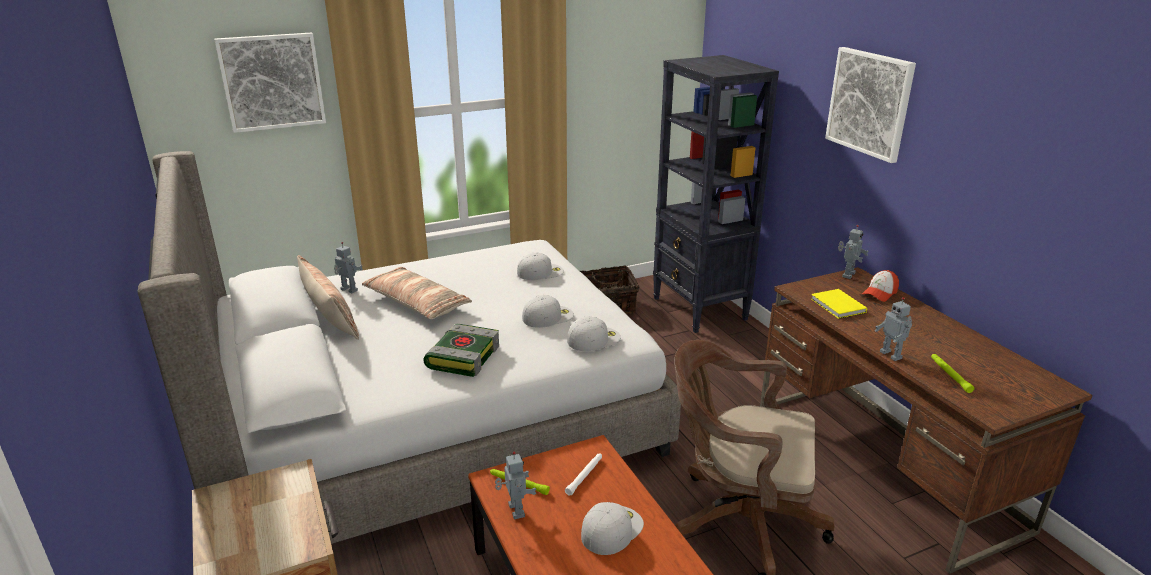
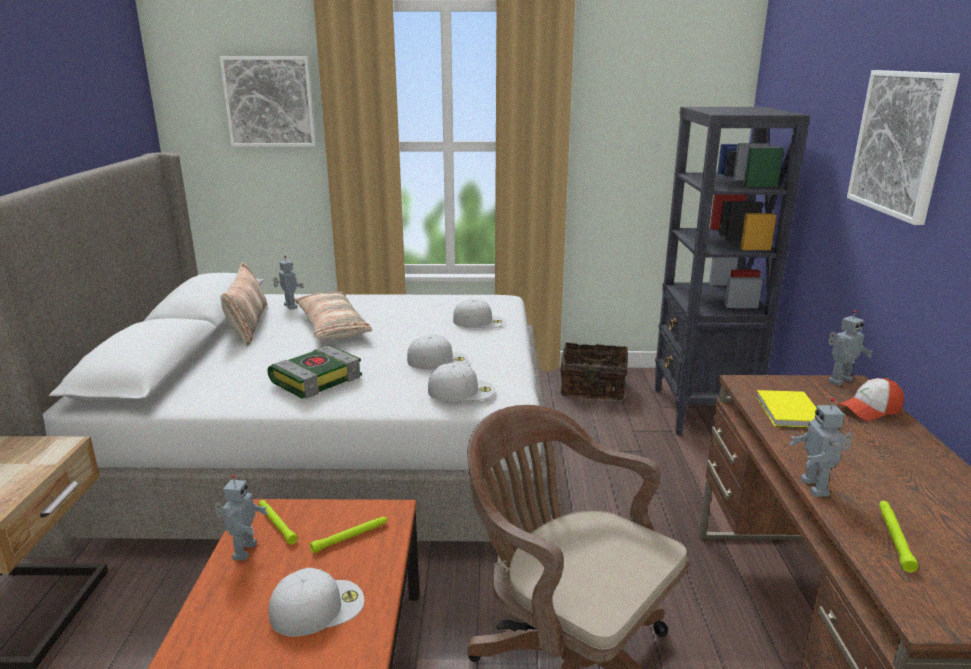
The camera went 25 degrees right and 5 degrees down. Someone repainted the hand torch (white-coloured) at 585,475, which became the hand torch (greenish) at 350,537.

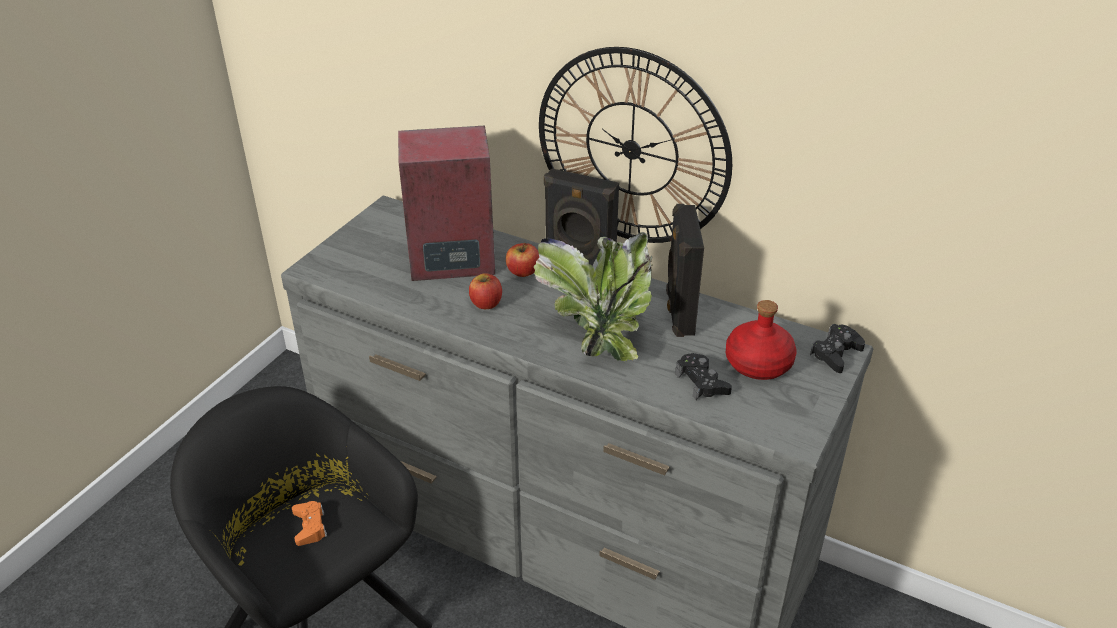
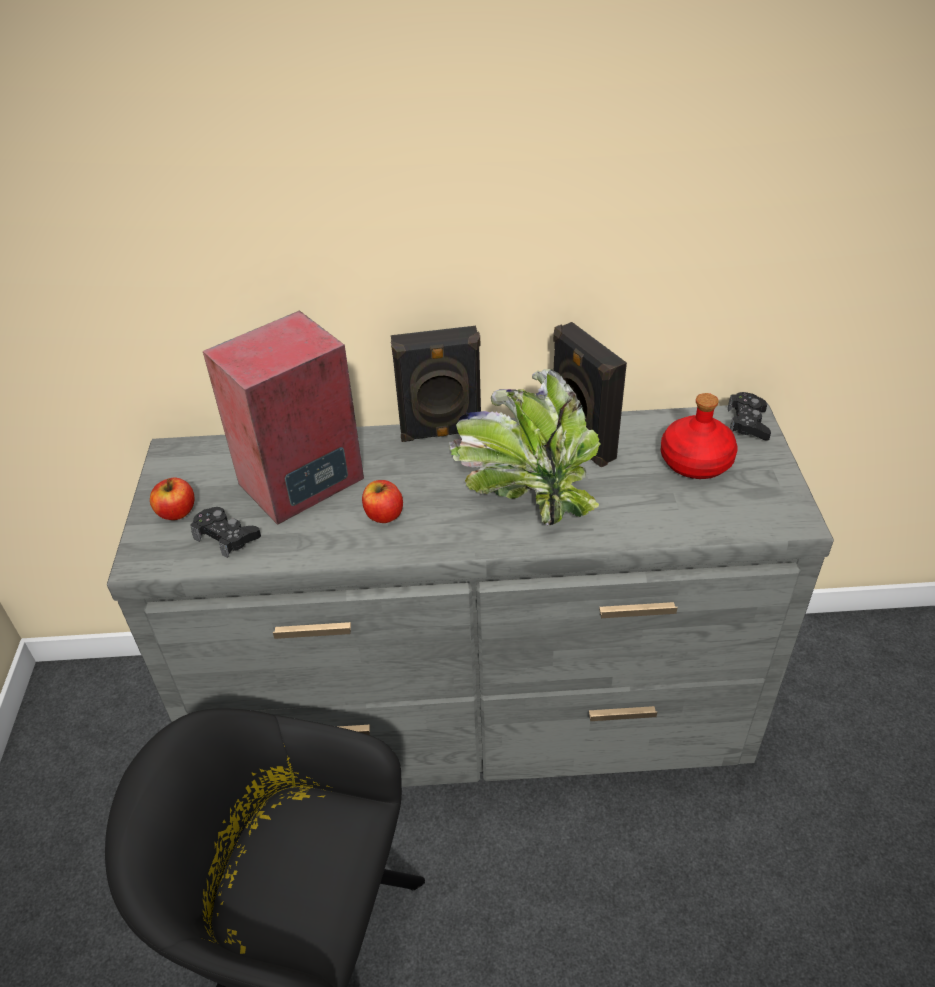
The camera went 30 degrees left and 5 degrees up. Someone took away the wall clock at 632,149. Someone carried the apple from 523,272 to 177,512. Someone carried the joypad (black) from 702,382 to 226,536. Someone took away the joypad (orangey) at 310,527.

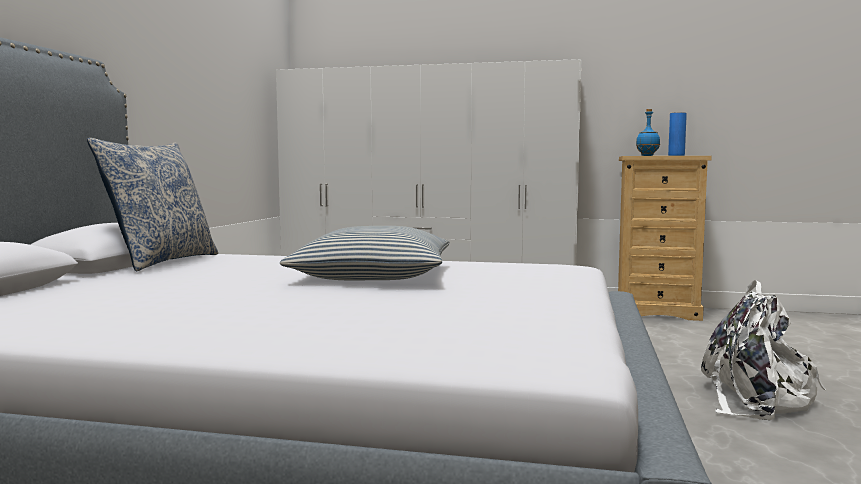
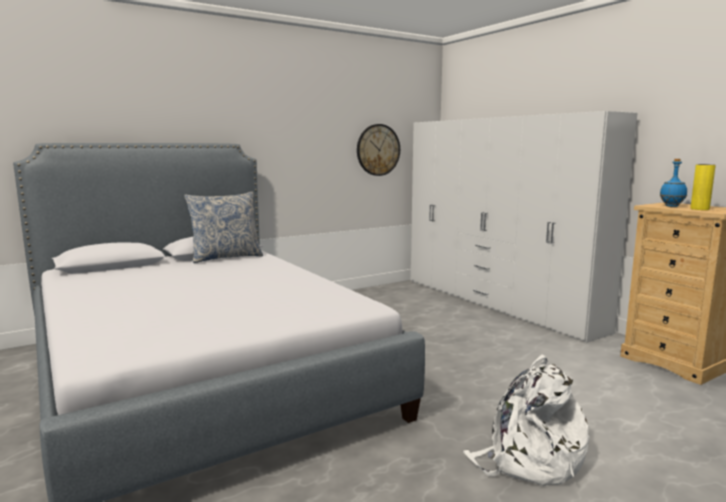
The camera went 45 degrees right and 5 degrees up. Someone repainted the vase (blue) at 676,155, which became the vase (yellowish) at 699,209. Someone took away the cushion at 373,275. Someone put up the wall clock at 378,150.

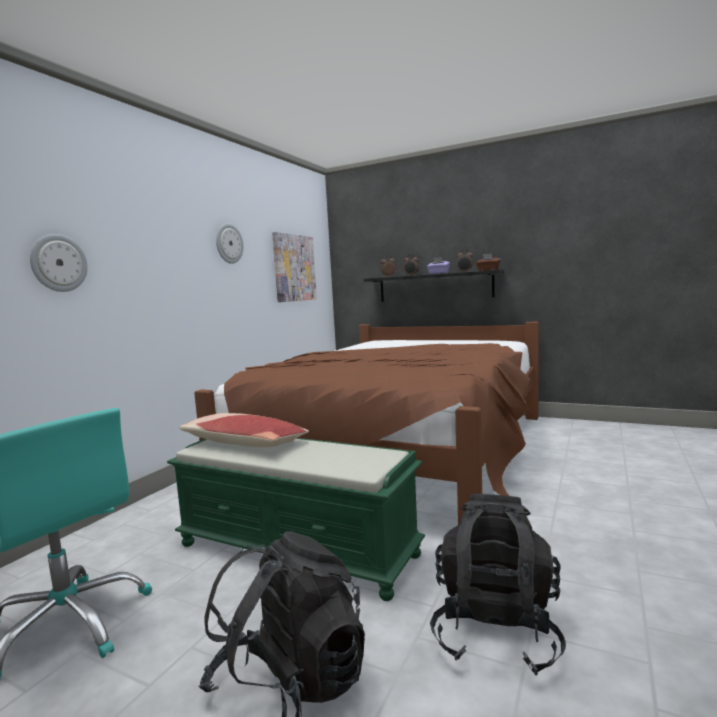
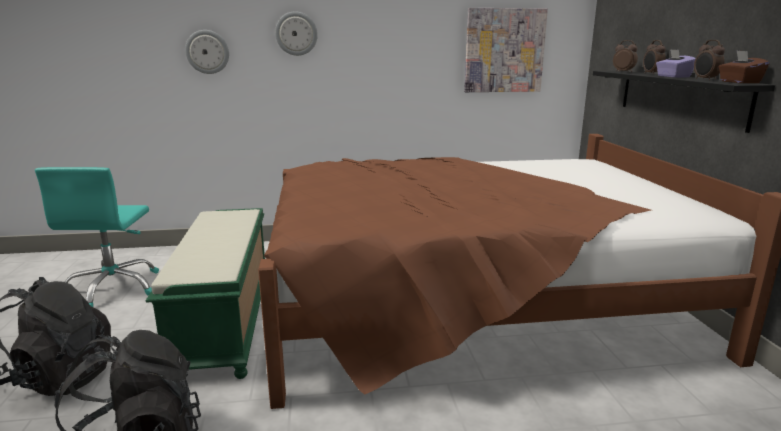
The camera went 55 degrees right and 10 degrees up. Someone carried the wall clock from 229,243 to 296,33. Someone took away the cushion at 243,444.

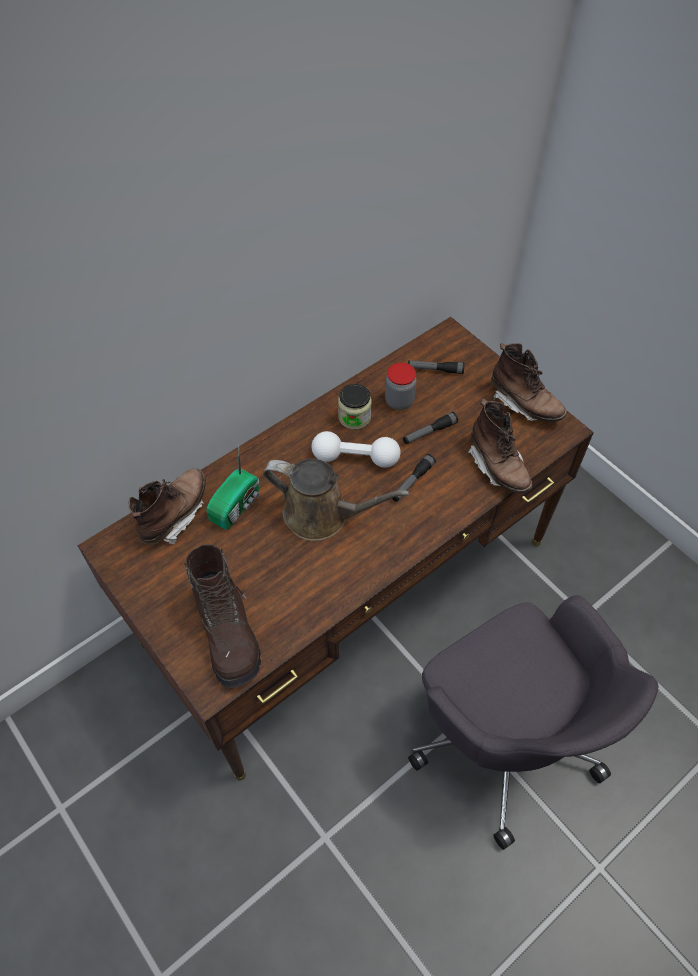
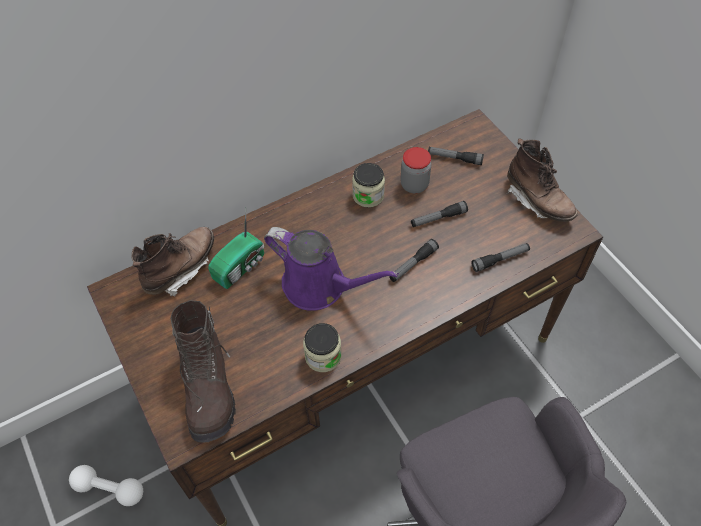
The camera went 10 degrees right and 0 degrees up. Someone swapped the high-top boot (brownish) at 498,466 for the hand torch at 500,259. Someone carried the dumbbell (white-coloured) from 355,458 to 109,489. Someone repainted the watering pot (brownish) at 322,515, which became the watering pot (purple) at 320,286. Someone put down the storage jar at 323,356.

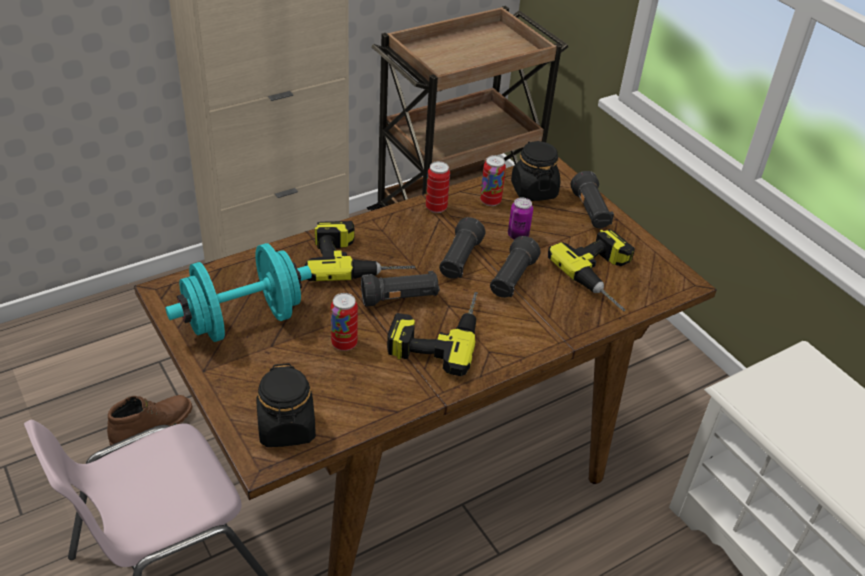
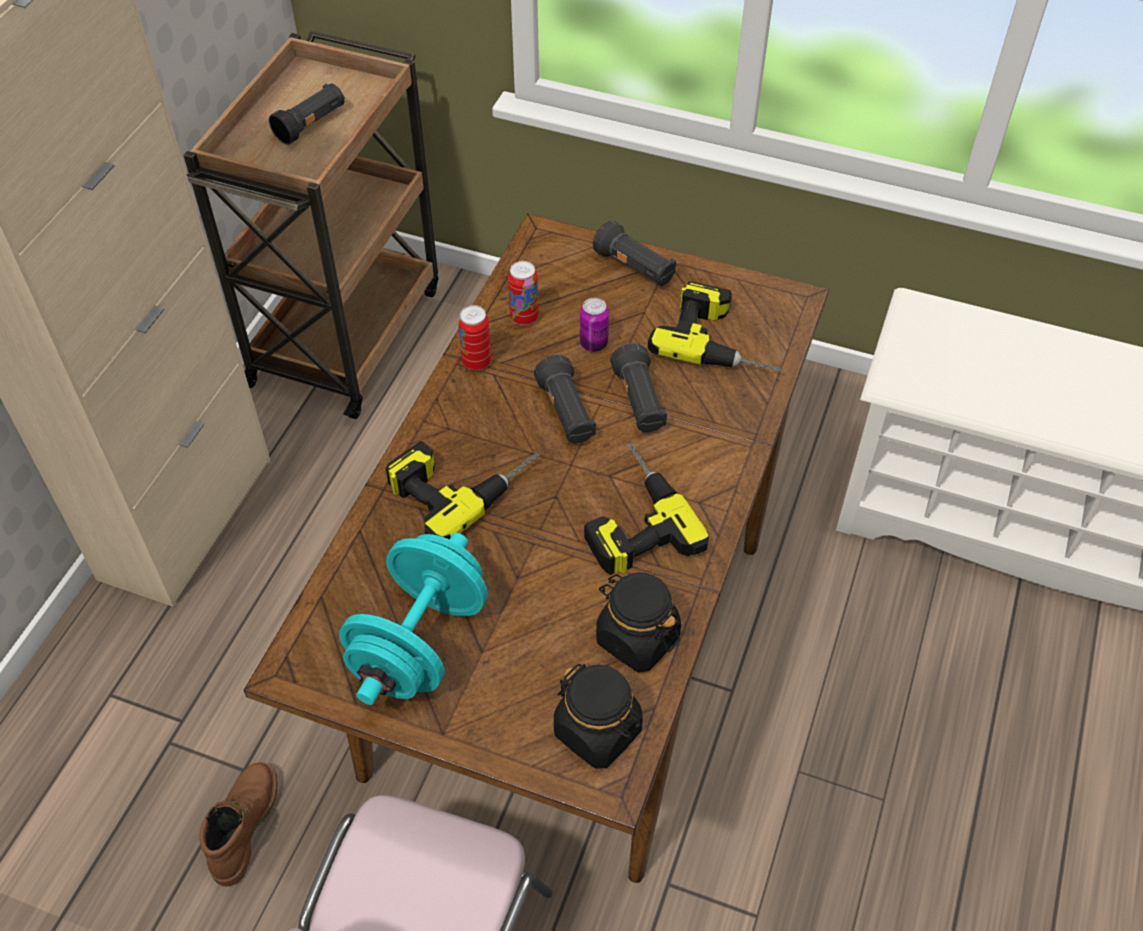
The camera went 35 degrees left and 10 degrees up. Someone carried the storage jar (black) from 533,190 to 637,638. Someone carried the hand torch (black) from 400,298 to 311,125. Someone took away the sealed can at 344,343.

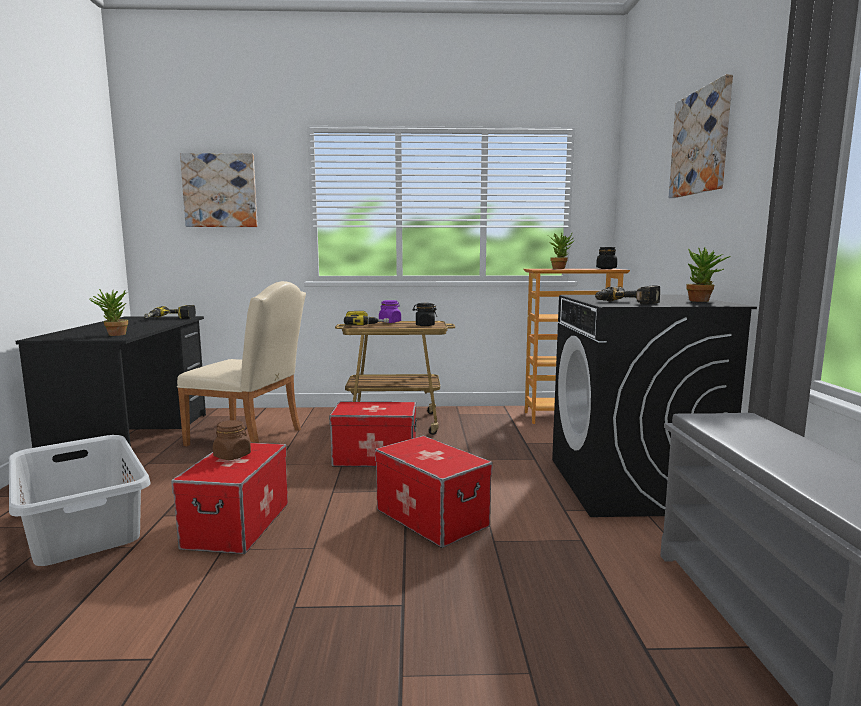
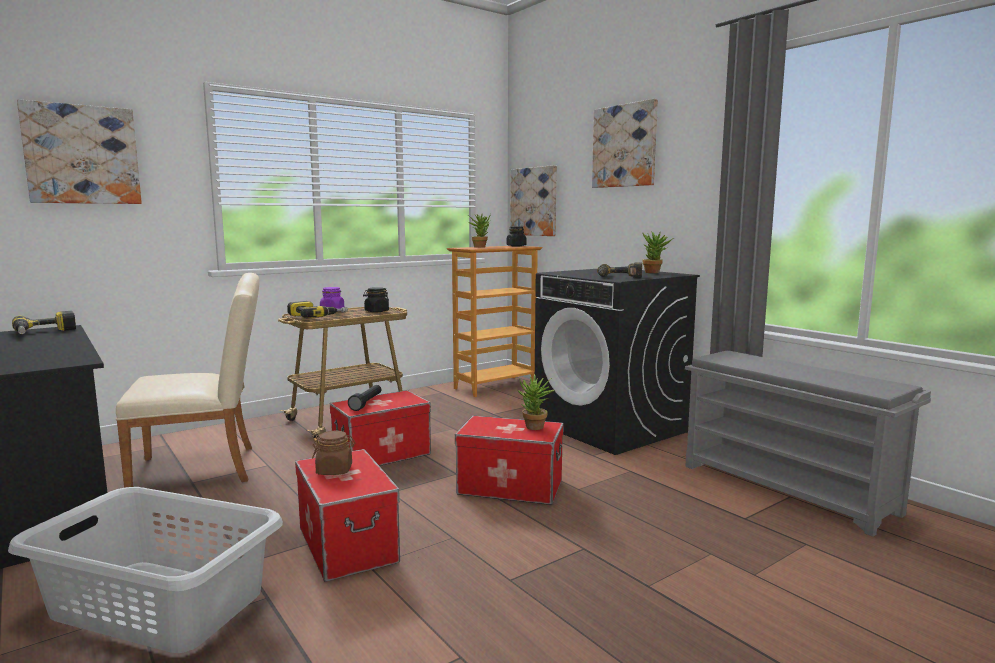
The camera went 35 degrees left and 0 degrees up. Someone carried the plant in a pot from 113,335 to 534,428. Someone put up the wall art at 534,201. Someone put down the hand torch (black) at 366,403.

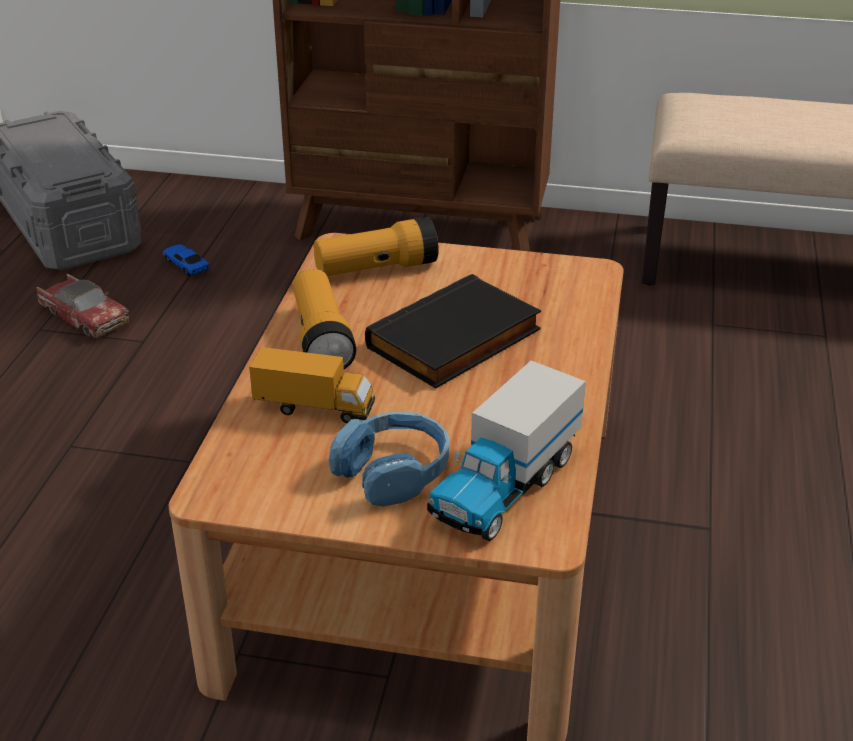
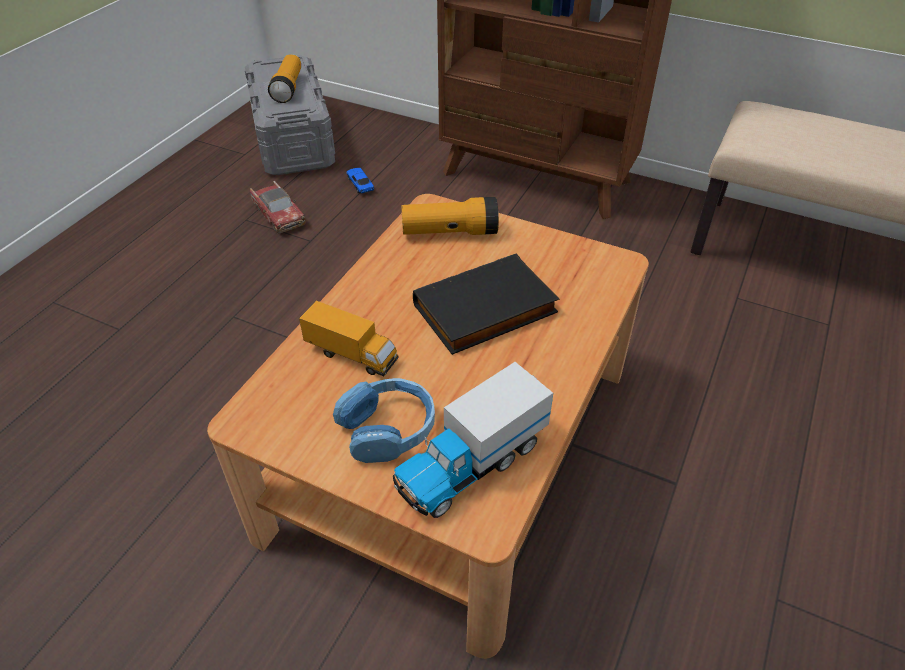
The camera went 15 degrees right and 10 degrees up. Someone carried the hand torch from 321,339 to 288,88.

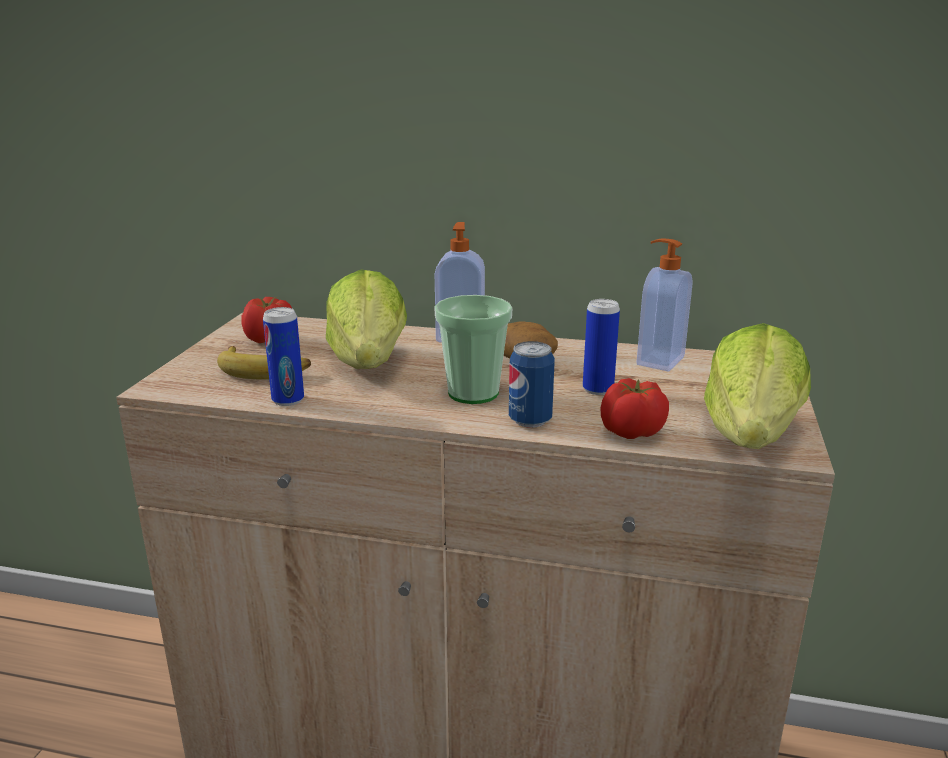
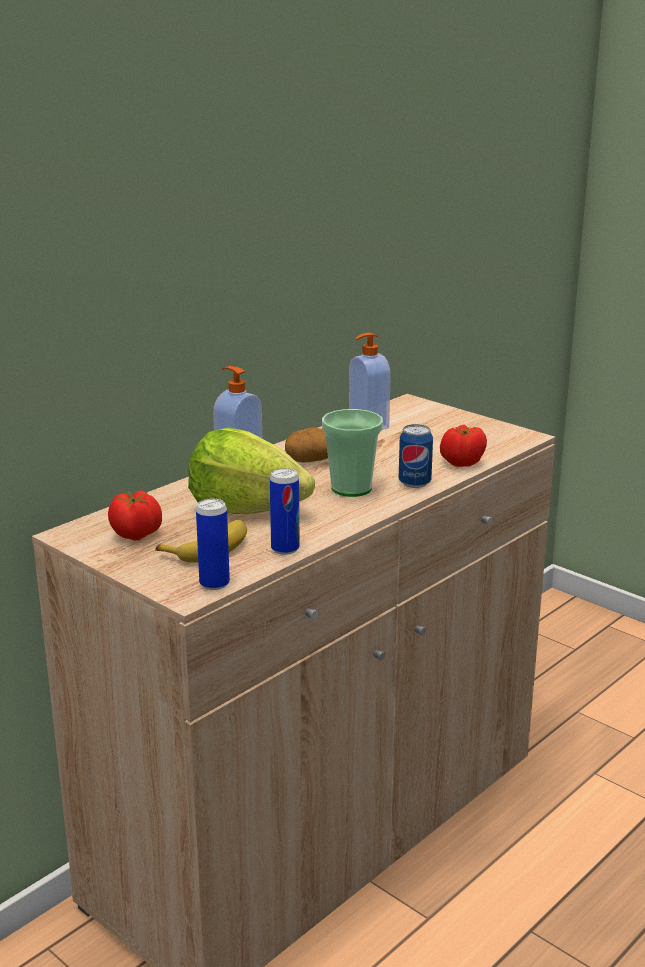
The camera went 60 degrees left and 0 degrees up. Someone carried the sealed can from 598,389 to 214,584. Someone took away the lettuce head at 750,436.

